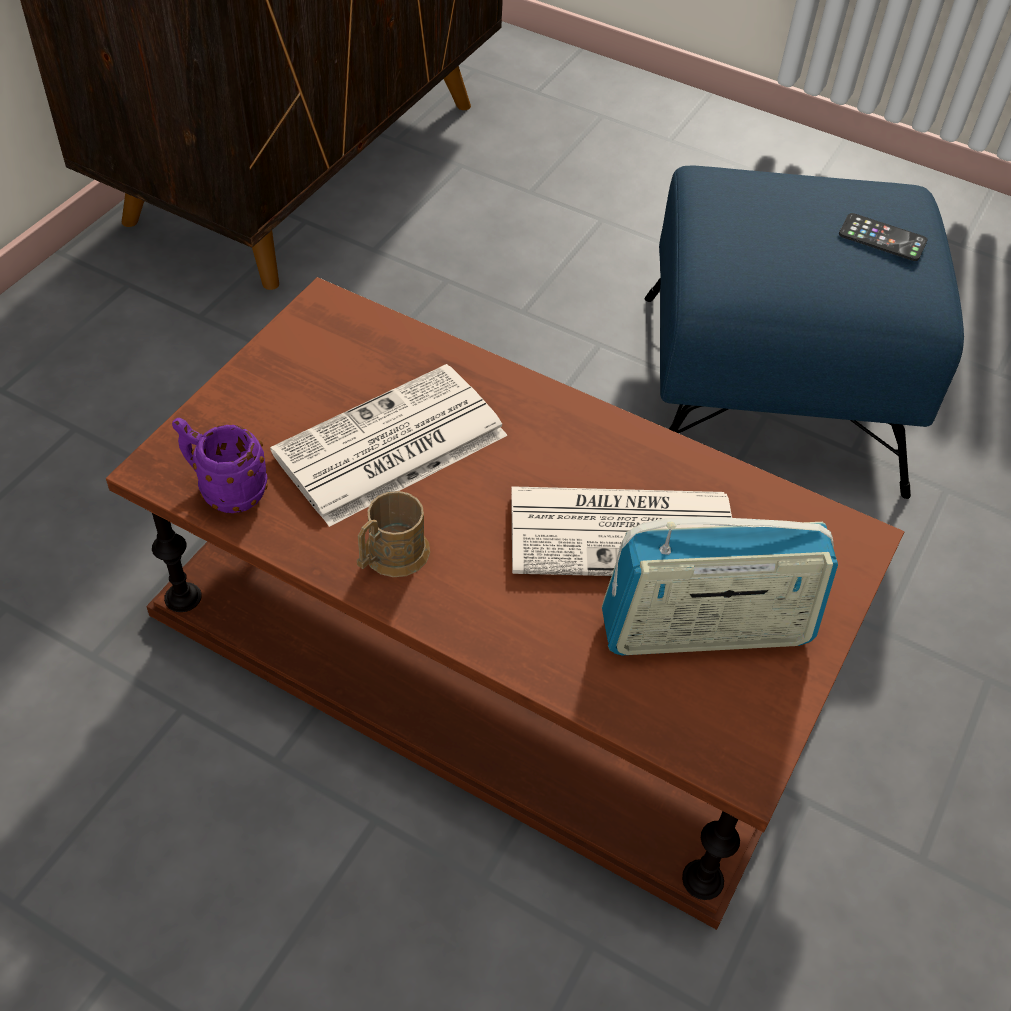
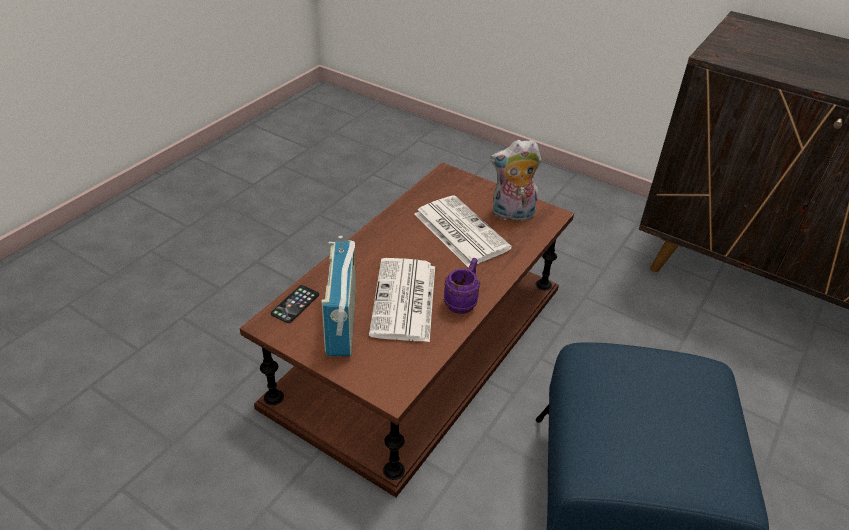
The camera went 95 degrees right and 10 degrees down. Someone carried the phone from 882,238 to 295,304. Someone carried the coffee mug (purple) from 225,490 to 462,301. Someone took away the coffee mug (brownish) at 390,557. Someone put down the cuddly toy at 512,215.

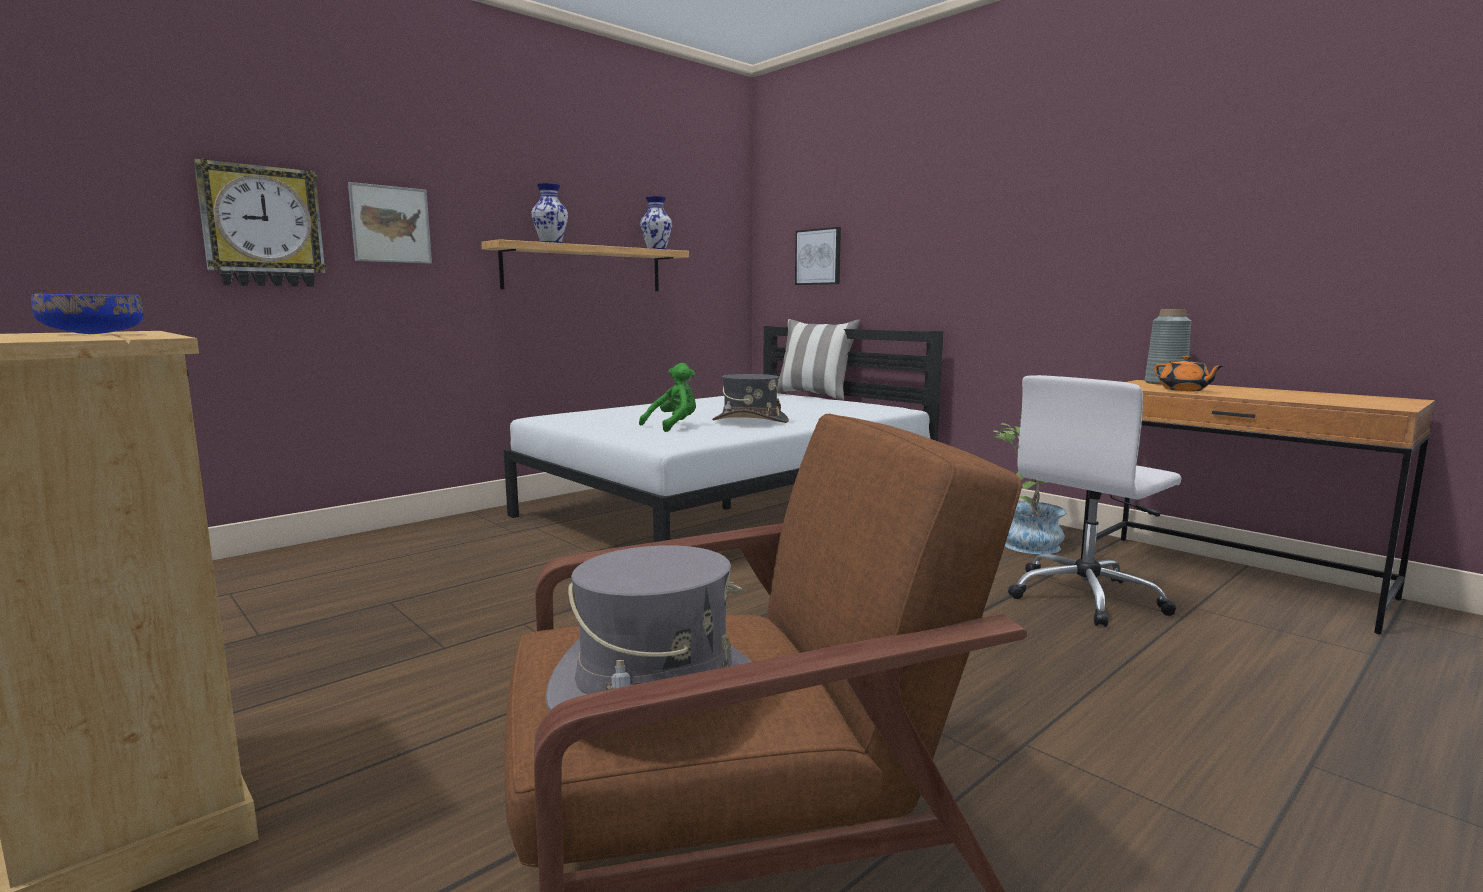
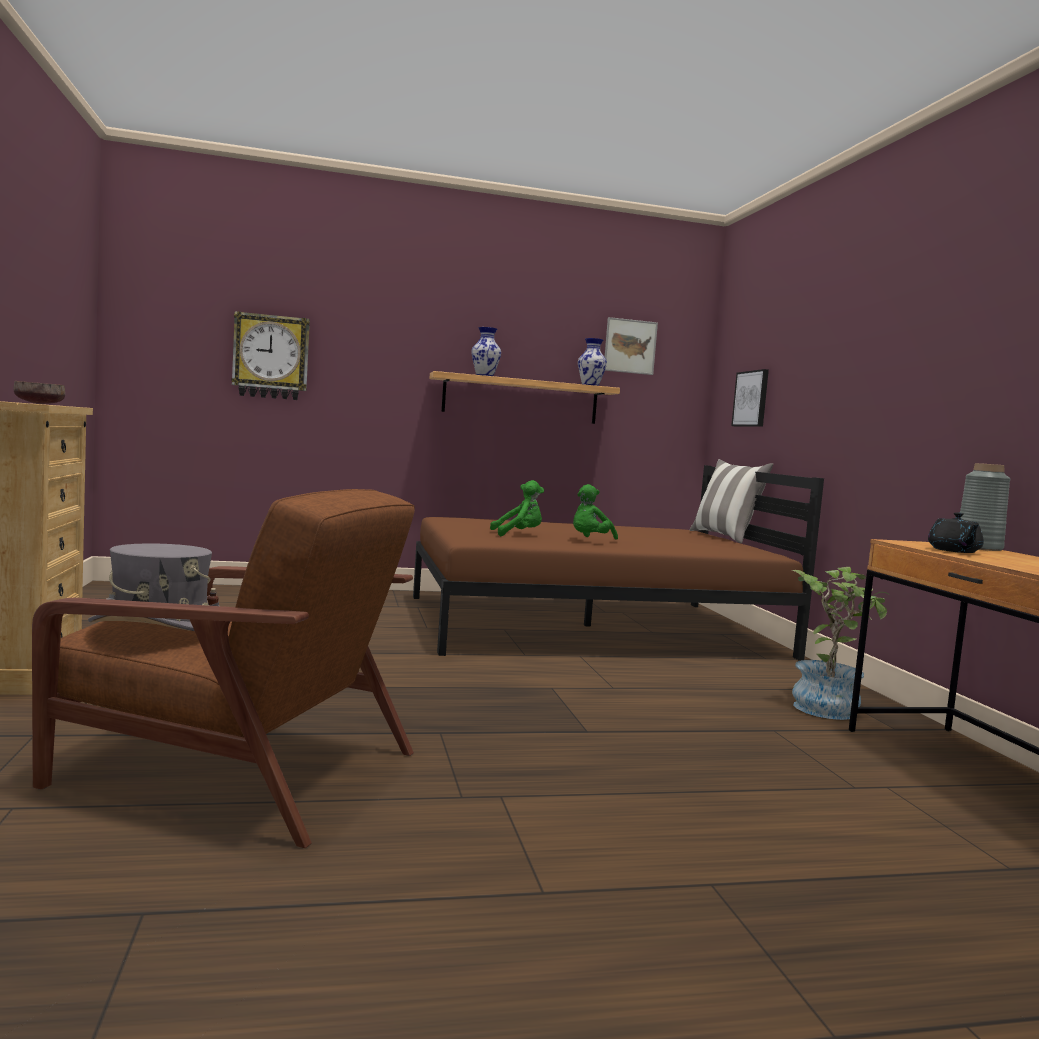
The camera went 30 degrees right and 5 degrees down. Someone carried the wall art from 390,224 to 630,346. Someone repainted the deep dish (blue) at 96,334, which became the deep dish (brownish) at 40,403. Someone repainted the sleeping bed (white-coloured) at 729,508, which became the sleeping bed (brownish) at 590,626. Someone repainted the tea pot (orangey) at 1184,390, which became the tea pot (black) at 954,551. Someone swapped the hat (gray) at 750,421 for the cuddly toy (greenish) at 589,540. Someone took away the desk chair (white-coloured) at 1086,597.

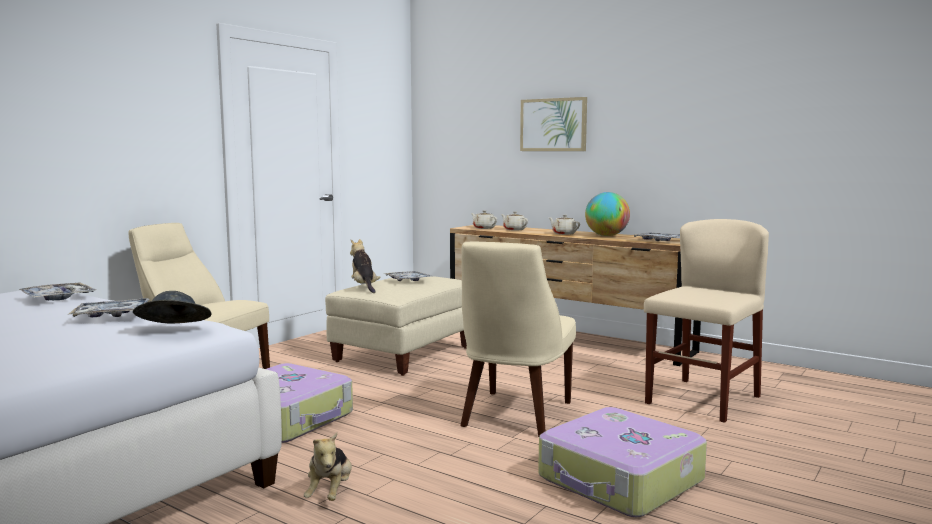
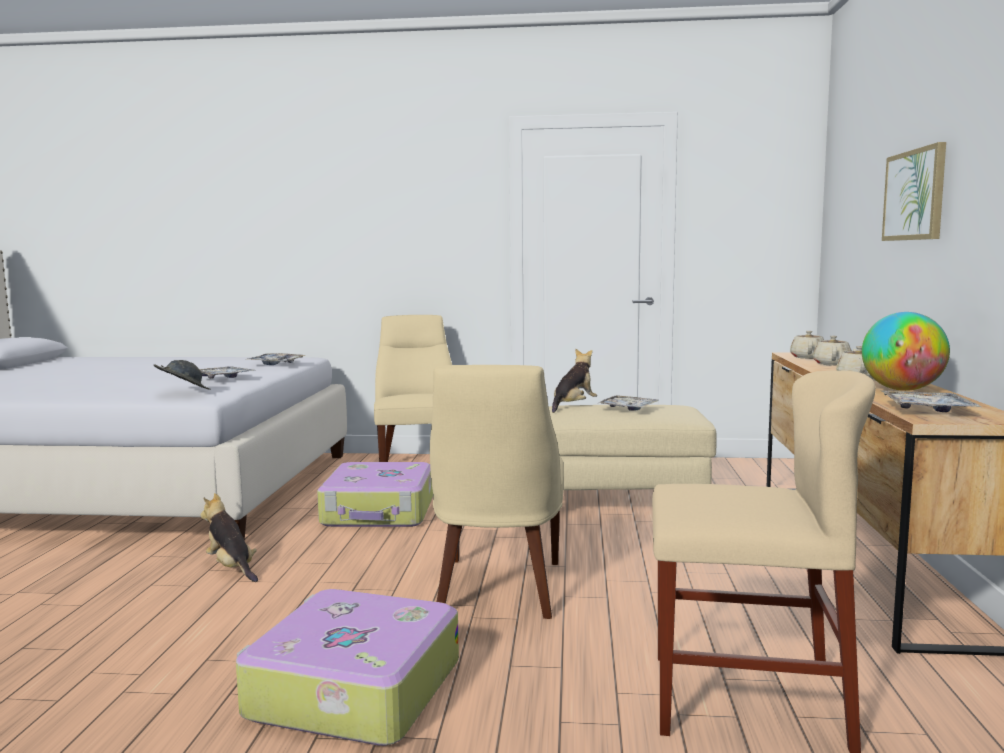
The camera went 60 degrees right and 0 degrees up. Someone rotated the upright chair (beige-coloured) at 514,416 by 75 degrees counterclockwise. Someone rotated the cuddly toy at 330,493 by 75 degrees clockwise.

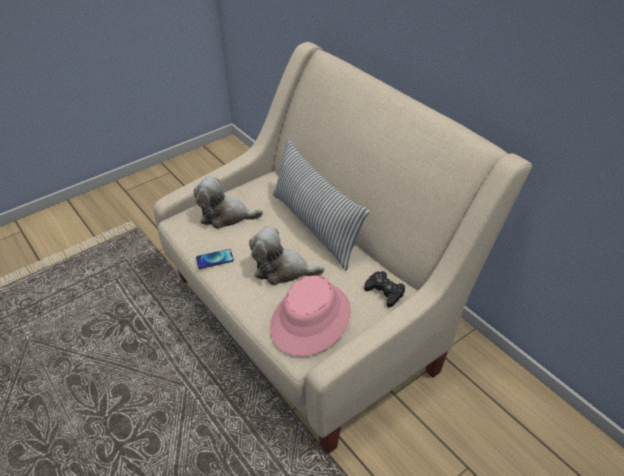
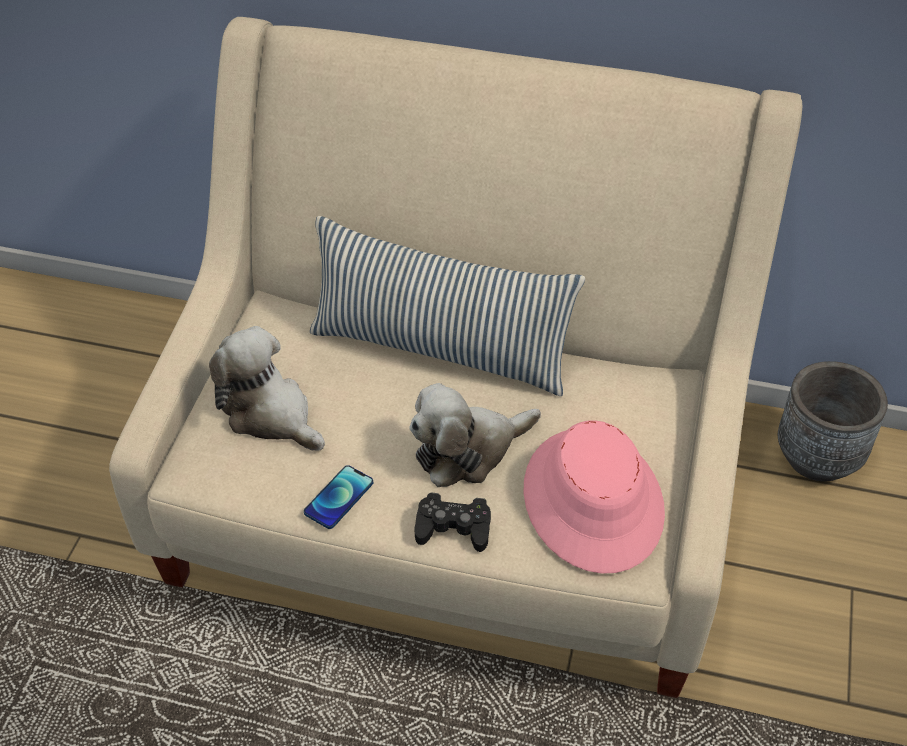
The camera went 40 degrees left and 5 degrees up. Someone rotated the cuddly toy at 225,216 by 75 degrees clockwise. Someone carried the joypad (black) from 384,292 to 453,528. Someone put down the plant pot (gray) at 818,457.

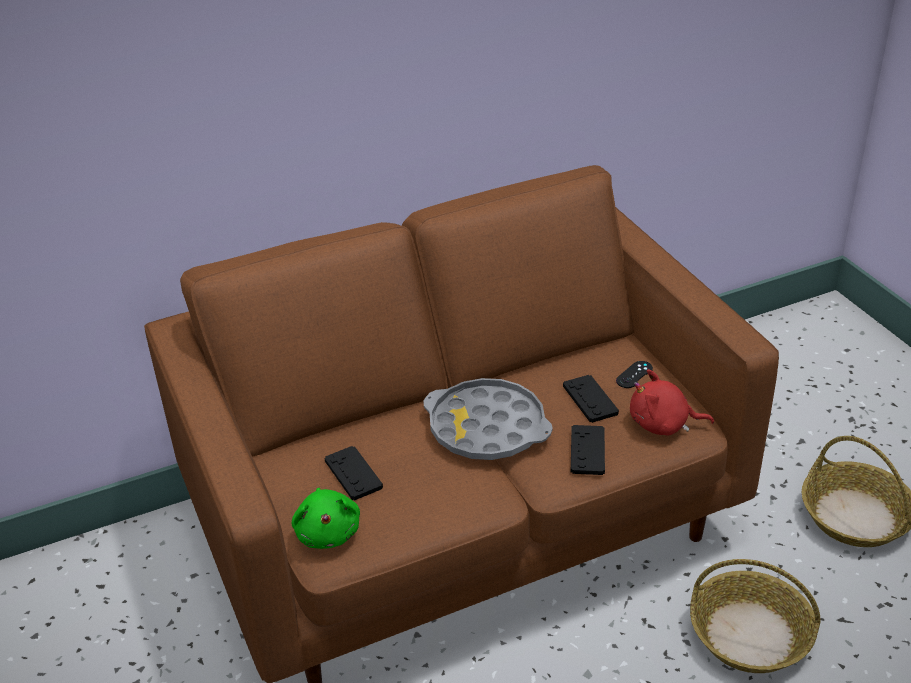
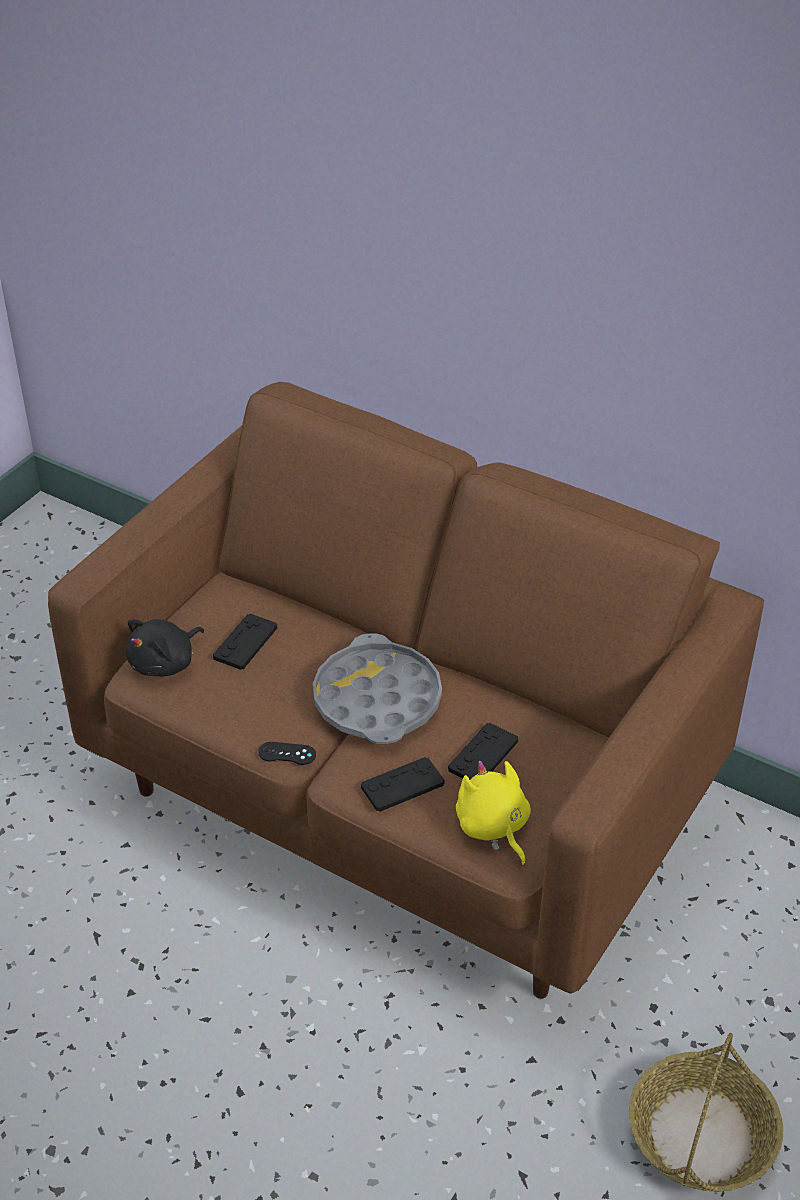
The camera went 55 degrees right and 5 degrees up. Someone carried the joypad (black) from 634,375 to 287,753. Someone repainted the cuddly toy (red) at 663,424, which became the cuddly toy (yellowish) at 493,828. Someone repainted the cuddly toy (greenish) at 328,532, which became the cuddly toy (black) at 165,663. Someone took away the household basket at 750,634.

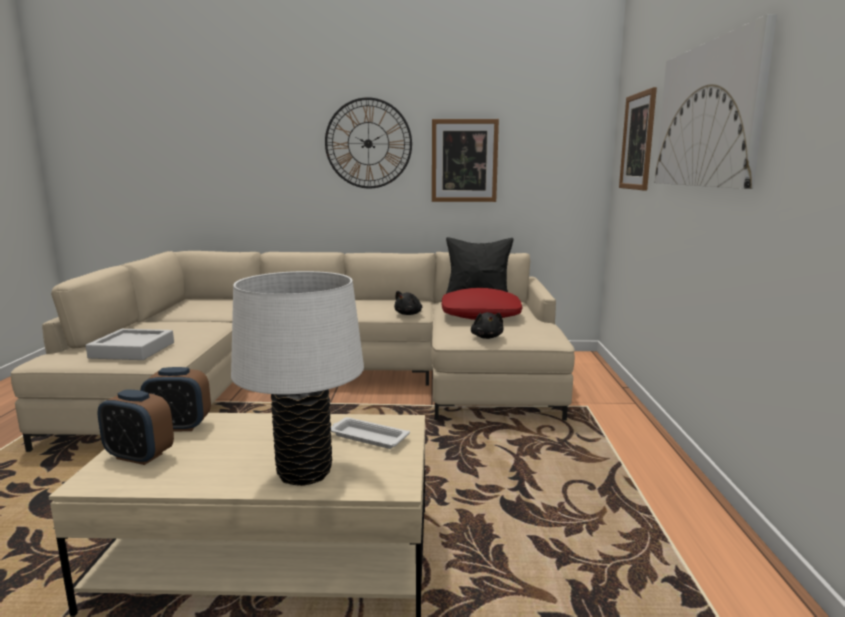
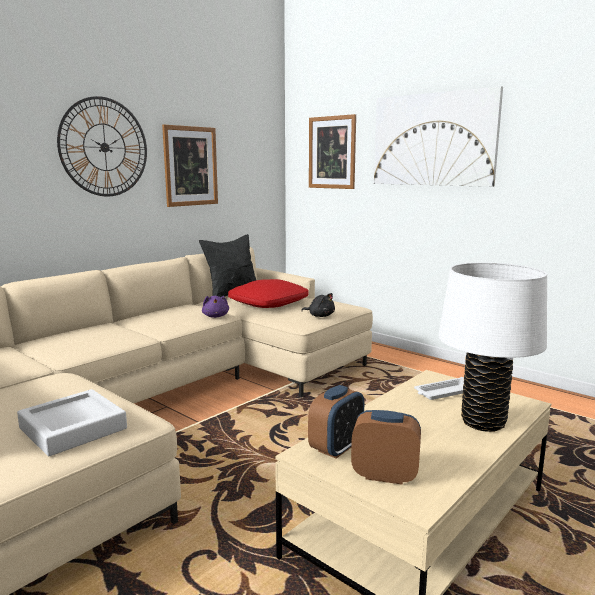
The camera went 50 degrees left and 0 degrees up. Someone repainted the cuddly toy (black) at 409,314, which became the cuddly toy (purple) at 216,316. Someone rotated the bedside clock at 139,456 by 135 degrees counterclockwise.

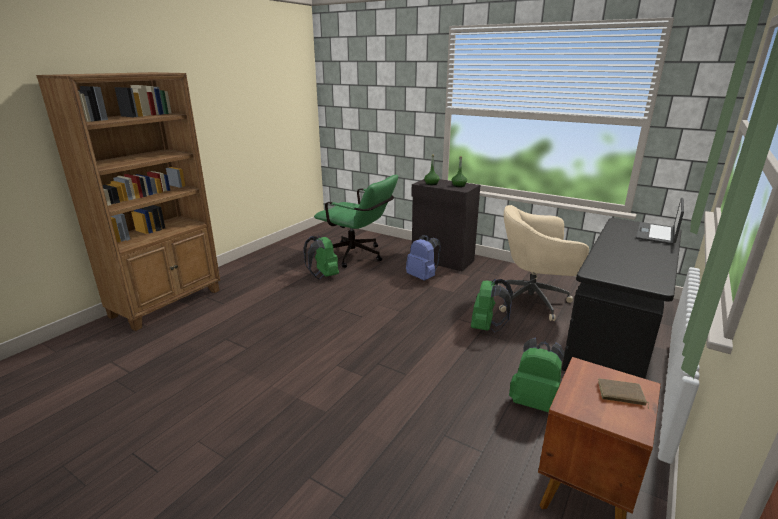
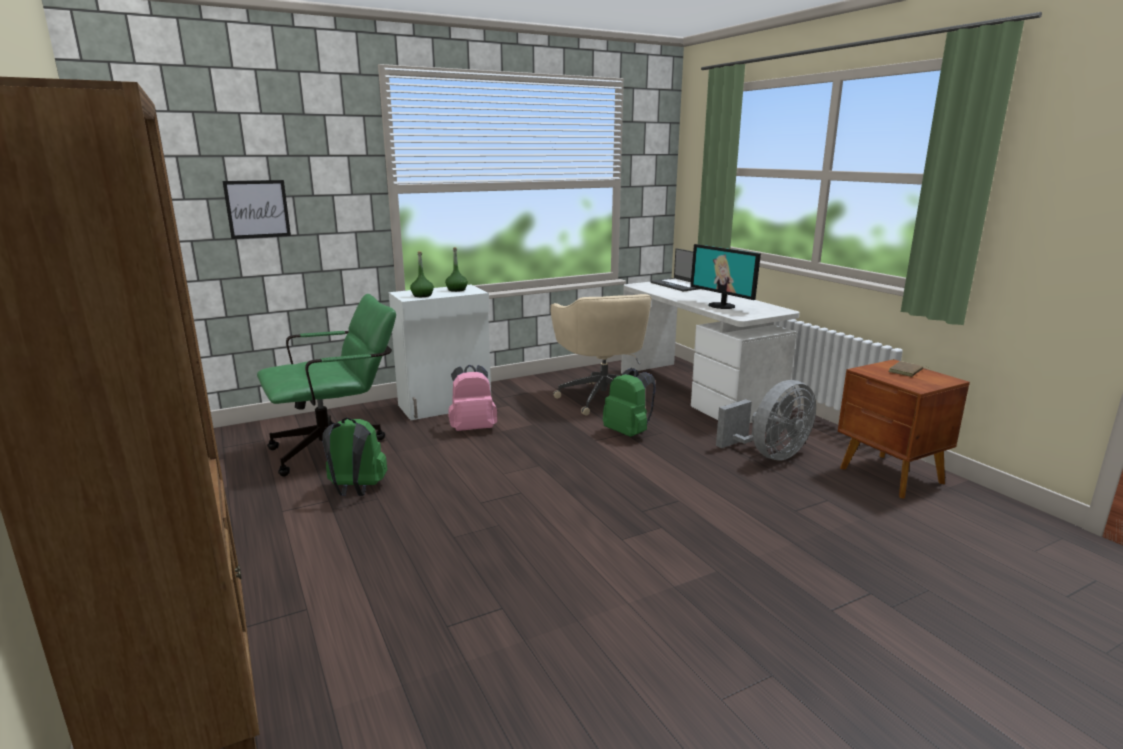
The camera went 60 degrees left and 5 degrees down. Someone repainted the storage cabinet (black) at 442,260, which became the storage cabinet (white-coloured) at 446,405. Someone rotated the desk chair (beige-coloured) at 533,301 by 45 degrees counterclockwise. Someone repainted the desk table (black) at 615,336, which became the desk table (white-coloured) at 697,391. Someone repainted the knapsack (blue) at 423,277, which became the knapsack (pinkish) at 473,428. Someone swapped the knapsack (greenish) at 535,402 for the fan (gray) at 769,454. Someone put up the wall art at 257,209. Someone put down the computer screen at 722,305.

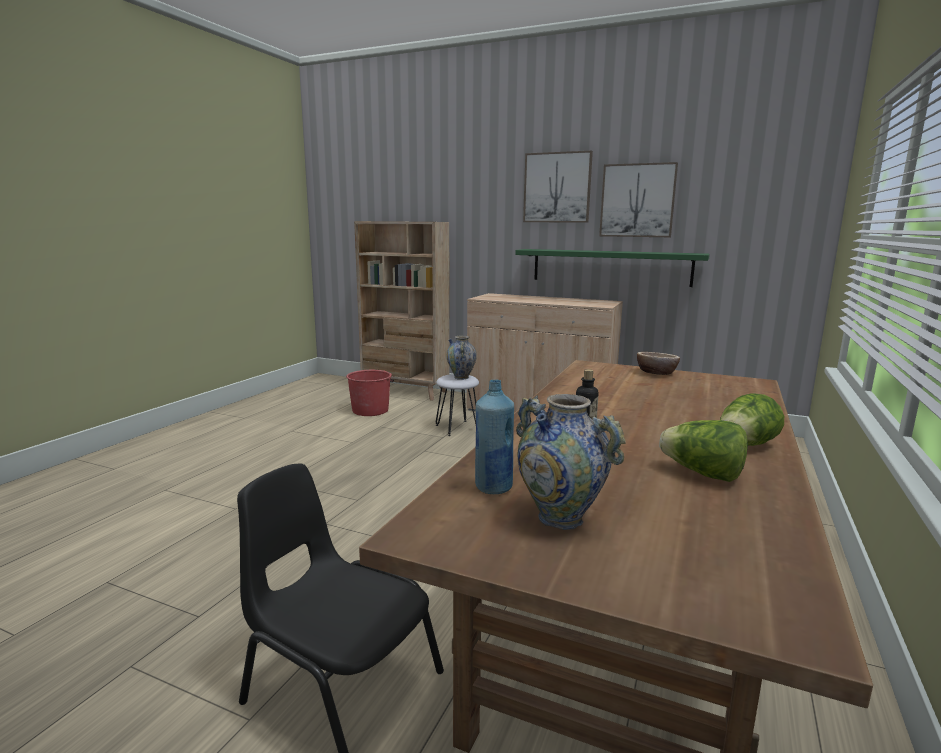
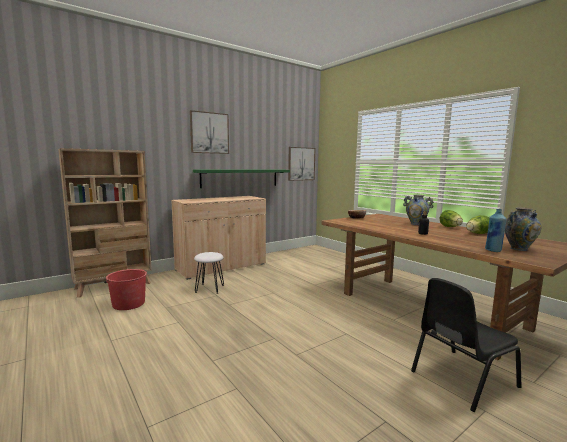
The camera went 60 degrees left and 5 degrees down. Someone carried the wall art from 637,200 to 301,164. Someone carried the vase from 461,377 to 416,224.

